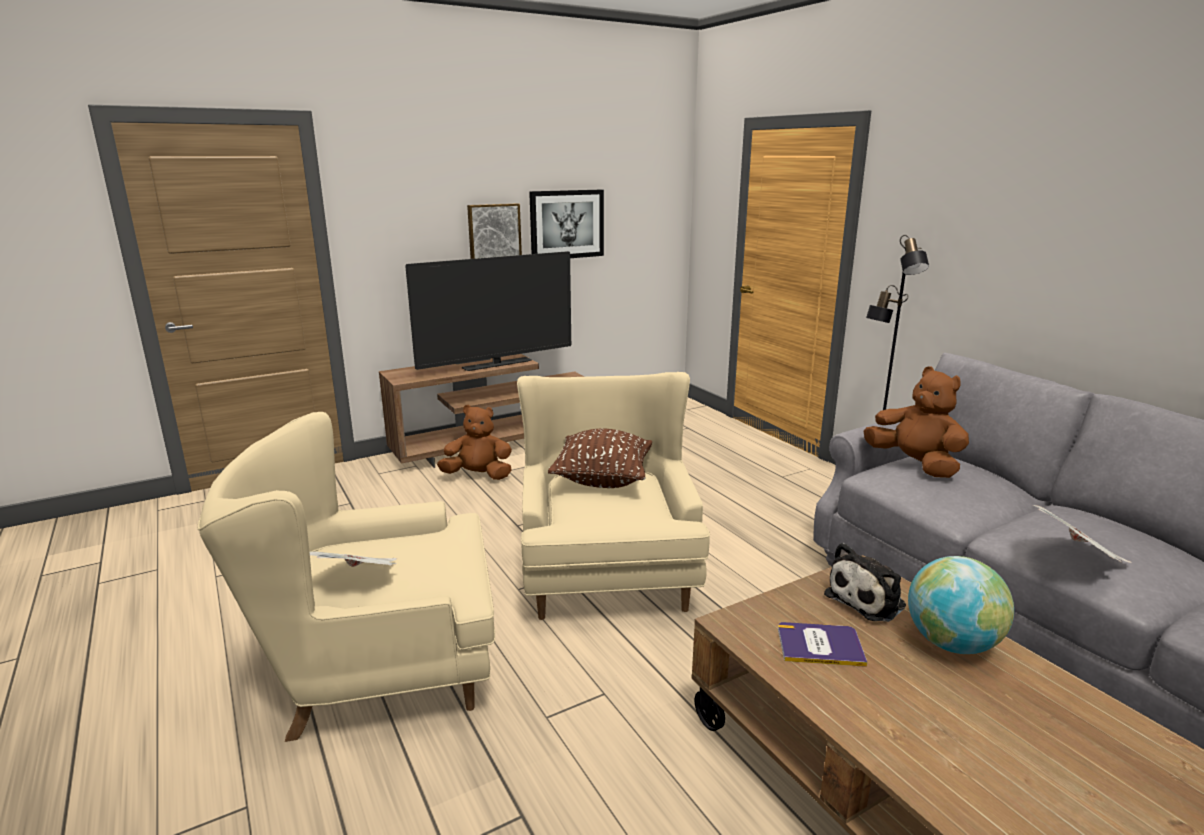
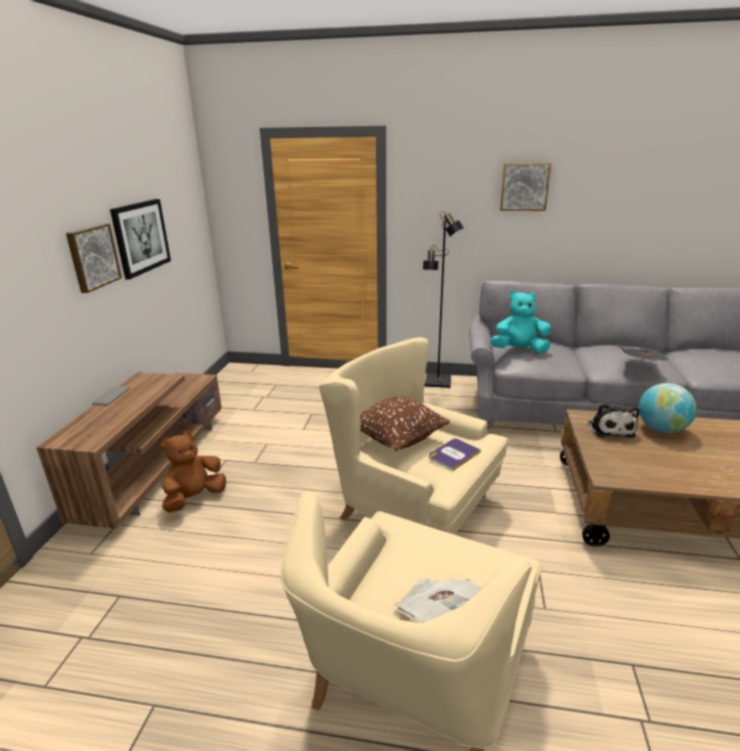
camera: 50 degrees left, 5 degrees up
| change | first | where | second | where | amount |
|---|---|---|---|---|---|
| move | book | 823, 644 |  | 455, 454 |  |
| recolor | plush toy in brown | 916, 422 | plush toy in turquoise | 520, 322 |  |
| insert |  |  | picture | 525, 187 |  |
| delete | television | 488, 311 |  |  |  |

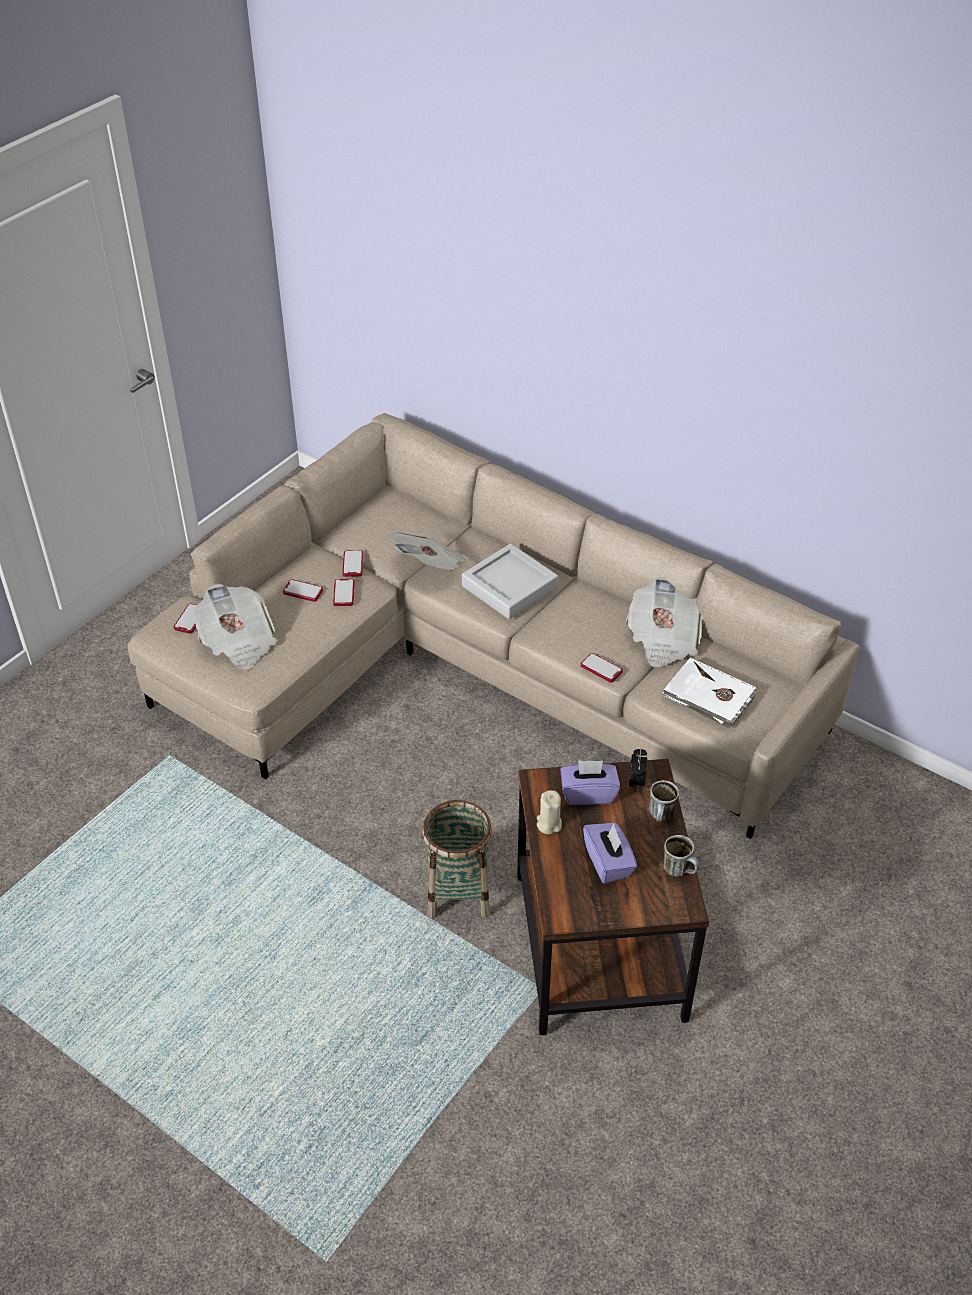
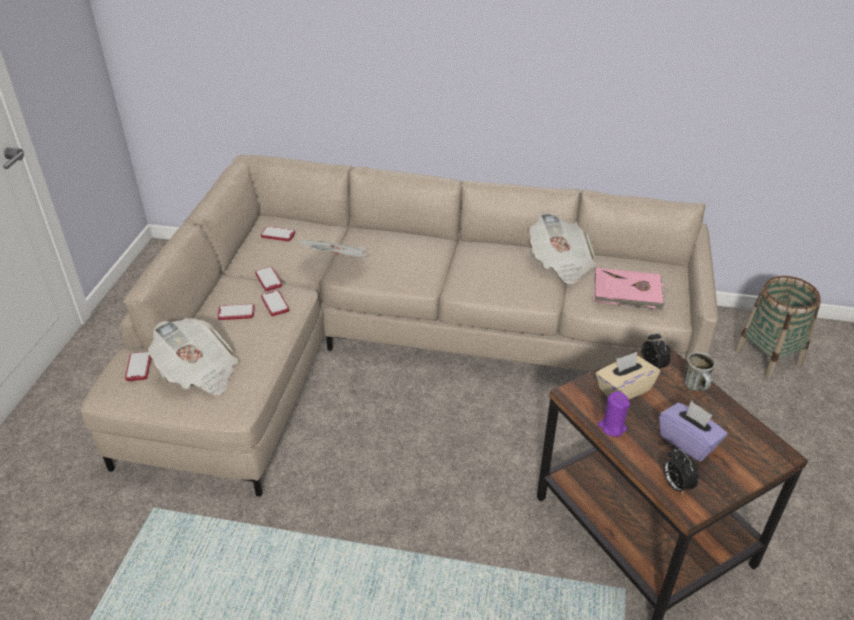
camera: 25 degrees left, 5 degrees down
| change | first | where | second | where | amount |
|---|---|---|---|---|---|
| move | phone | 602, 668 |  | 278, 234 |  |
| recolor | book in white | 709, 693 | book in pink | 629, 289 |  |
| recolor | tissue box in purple | 590, 782 | tissue box in beige | 627, 376 |  |
| recolor | candle in beige | 549, 812 | candle in purple | 614, 414 |  |
| insert |  |  | alarm clock | 681, 472 |  |
| move | basket | 457, 859 |  | 778, 327 |  |
| delete | tray in grey | 510, 581 |  |  |  |
| delete | mug | 681, 856 |  |  |  |

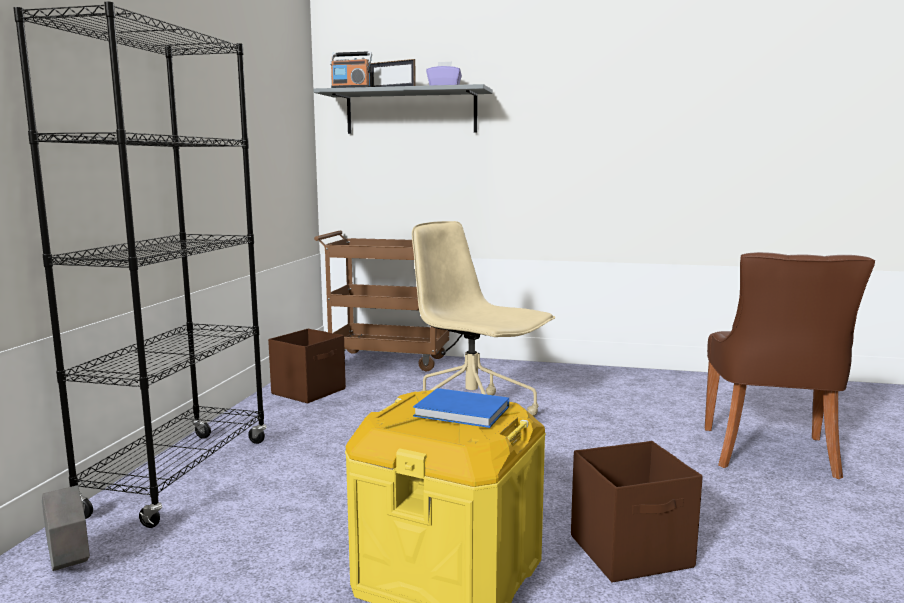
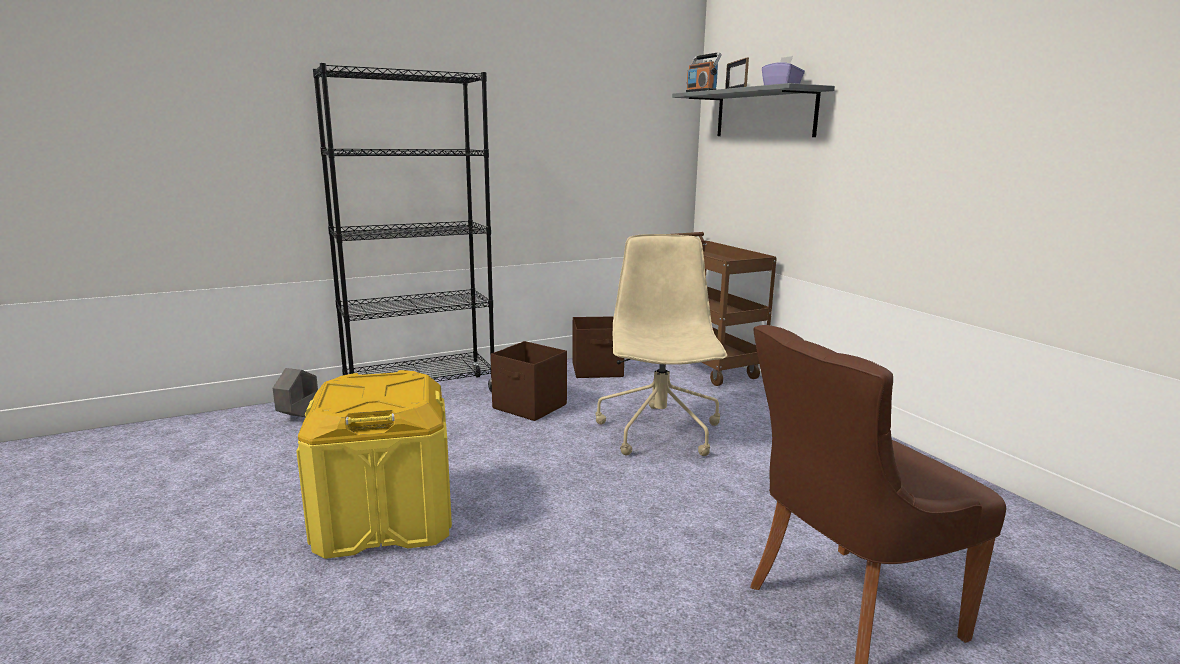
camera: 50 degrees right, 5 degrees up
| change | first | where | second | where | amount |
|---|---|---|---|---|---|
| move | storage box in brown | 637, 512 |  | 529, 381 |  |
| delete | book in blue | 461, 408 |  |  |  |

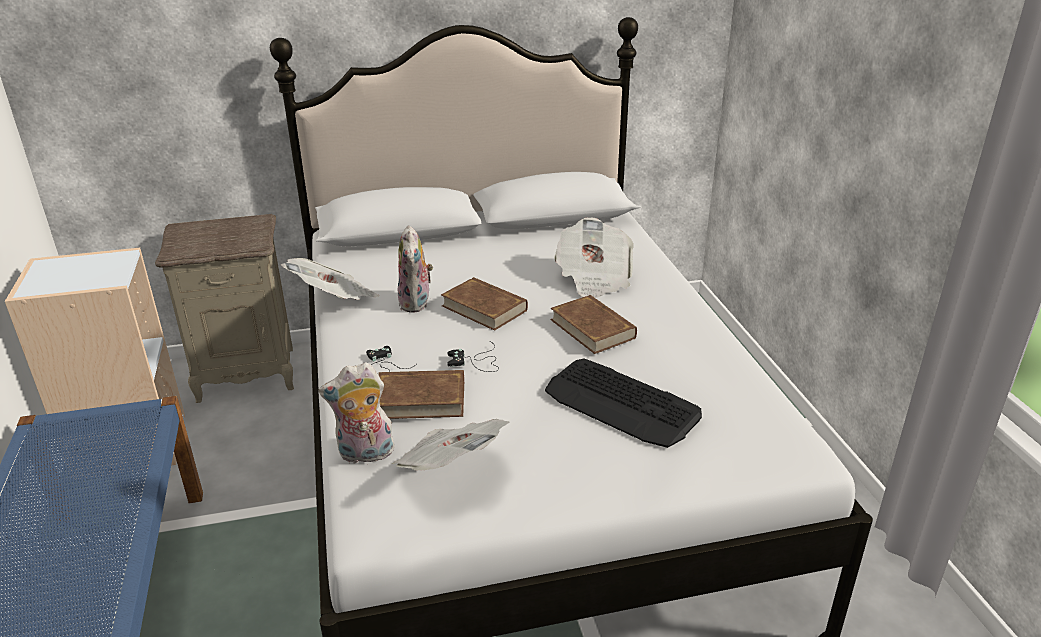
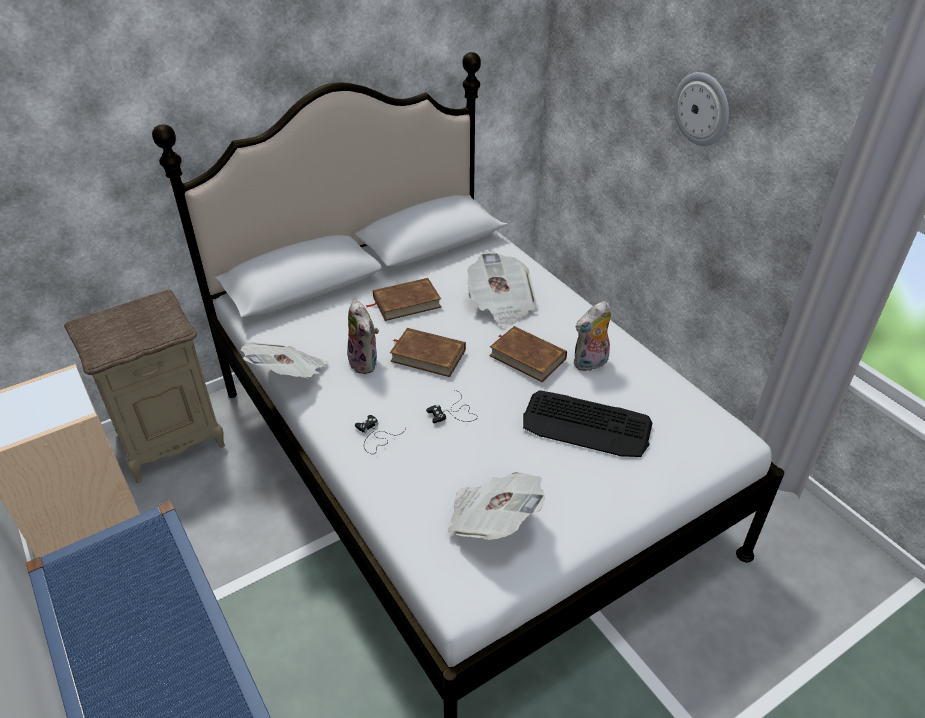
camera: 20 degrees left, 10 degrees up
| change | first | where | second | where | amount |
|---|---|---|---|---|---|
| move | book in brown | 421, 394 |  | 403, 299 |  |
| move | plush toy | 357, 413 |  | 592, 336 |  |
| insert |  |  | wall clock | 701, 109 |  |

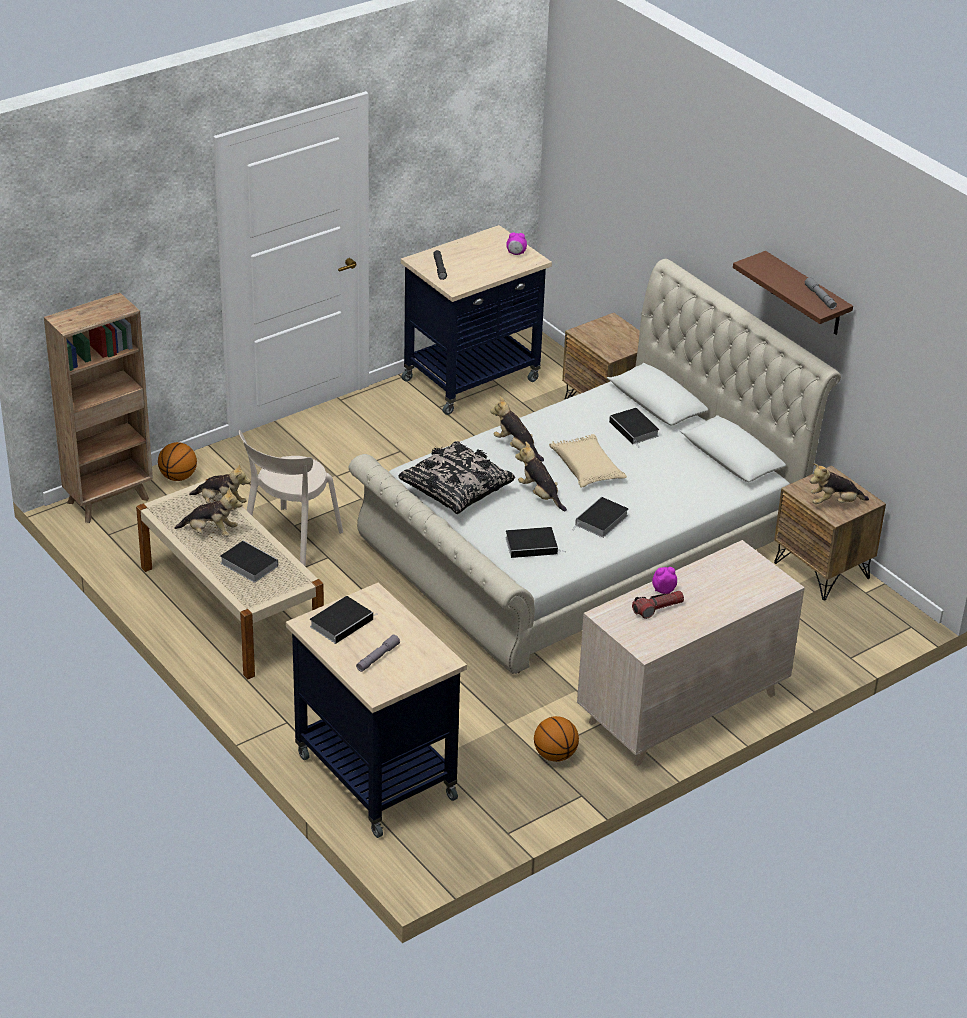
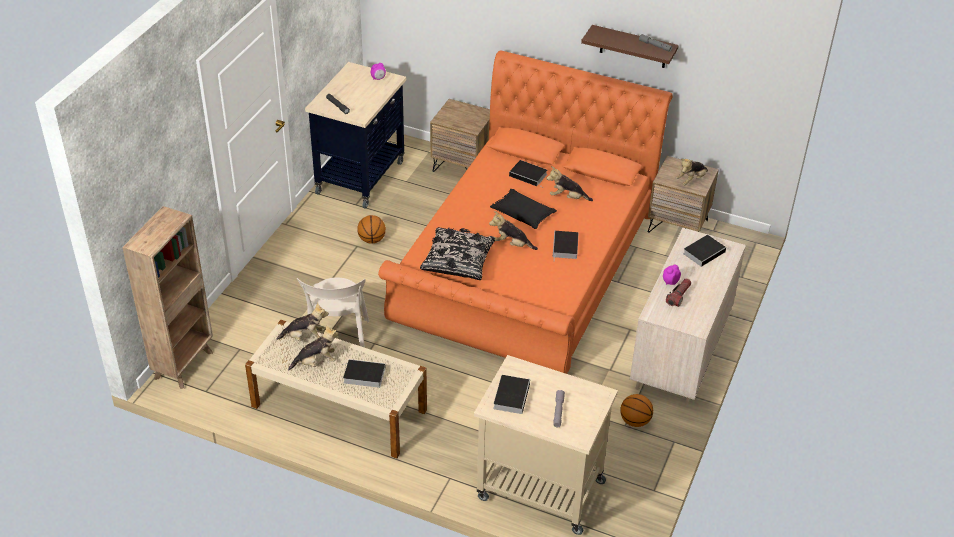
camera: 30 degrees left, 5 degrees up
| change | first | where | second | where | amount |
|---|---|---|---|---|---|
| move | basketball | 177, 461 |  | 371, 229 |  |
| recolor | bed in beige | 594, 466 | bed in orange | 525, 212 |  |
| recolor | cart in blue | 376, 710 | cart in beige | 546, 445 |  |
| recolor | pillow in beige | 588, 461 | pillow in black | 523, 208 |  |
| move | plush toy | 517, 429 |  | 570, 183 |  |
| move | book | 534, 542 |  | 706, 251 |  |

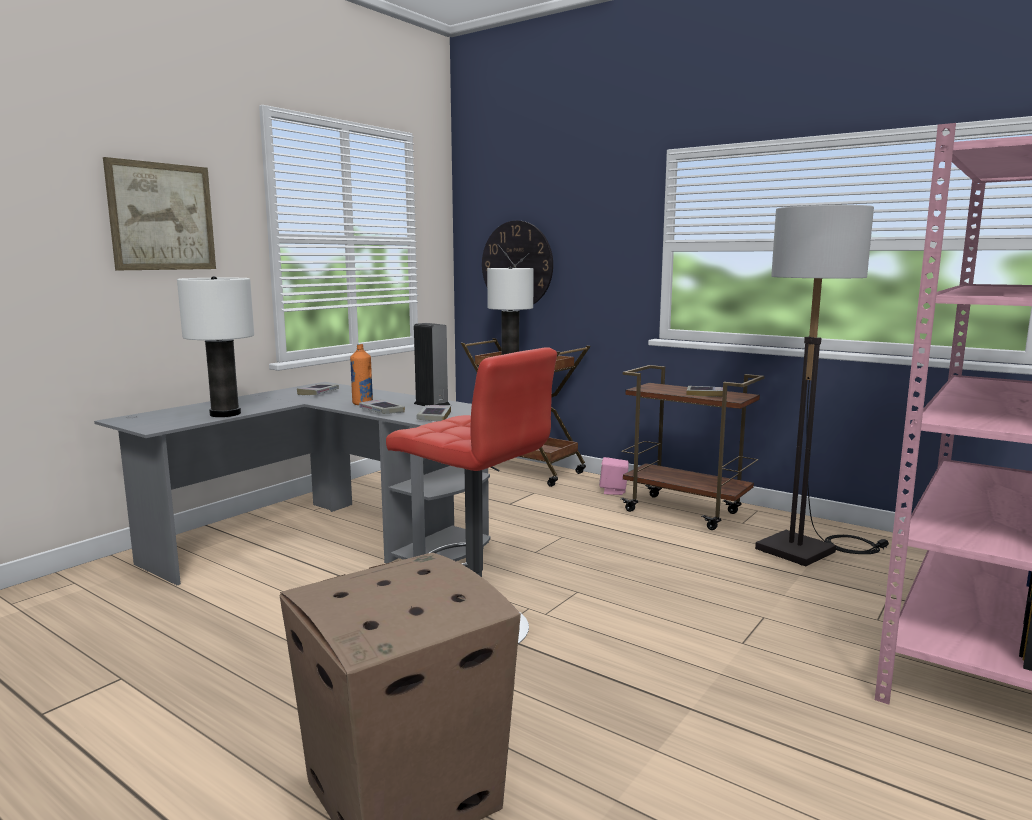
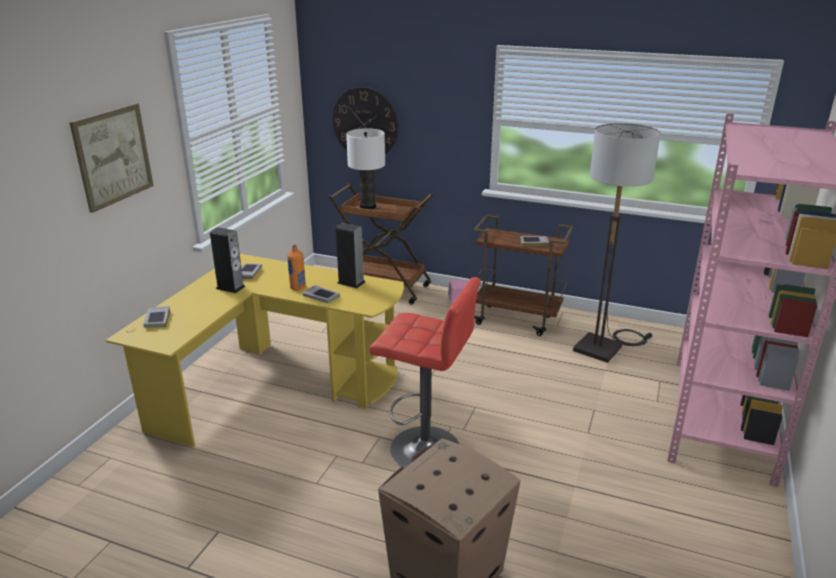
camera: 15 degrees left, 15 degrees up
| change | first | where | second | where | amount |
|---|---|---|---|---|---|
| recolor | desk in grey | 292, 483 | desk in yellow | 254, 350 |  |
| move | book | 433, 413 |  | 156, 317 |  |
| insert |  |  | speaker | 228, 260 |  |
| delete | table lamp in white | 215, 346 |  |  |  |

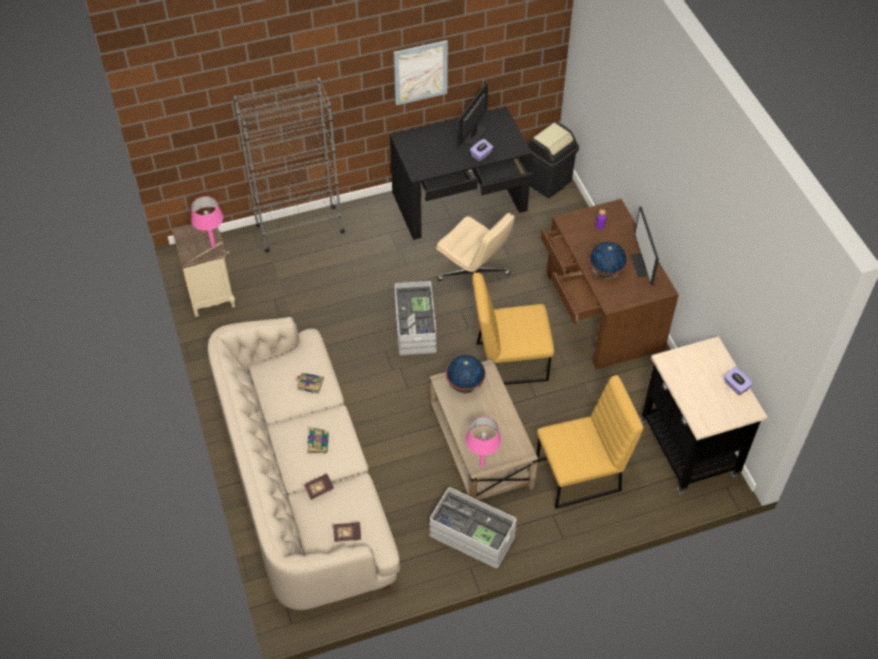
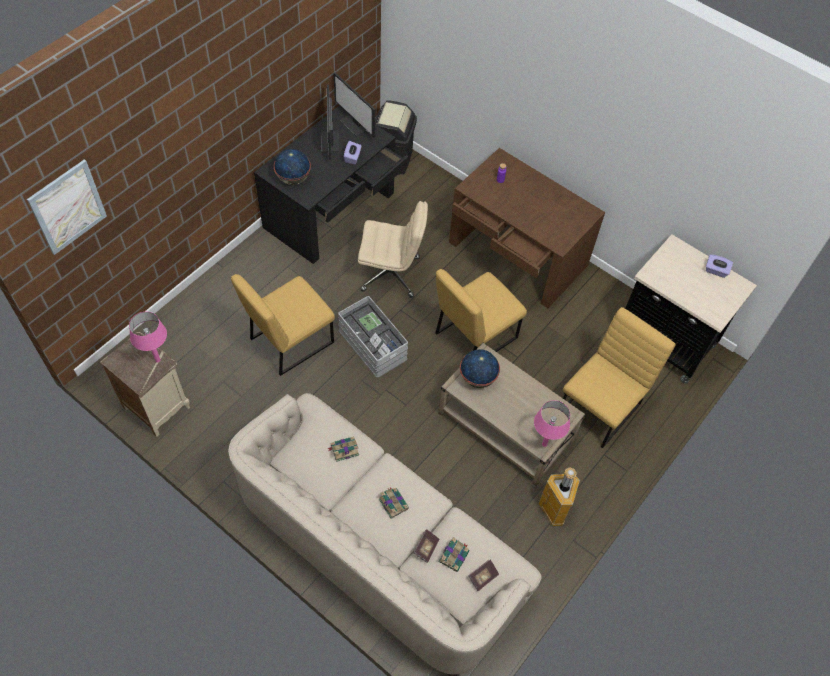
camera: 35 degrees left, 5 degrees up
| change | first | where | second | where | amount |
|---|---|---|---|---|---|
| move | picture | 421, 72 |  | 67, 207 |  |
| insert |  |  | chair in yellow | 283, 325 |  |
| move | globe | 608, 260 |  | 292, 167 |  |
| move | monitor | 644, 246 |  | 354, 105 |  |
| insert |  |  | book | 454, 554 |  |
| replace | storage box in grey | 473, 527 | trash can | 559, 496 |  |
| delete | bookcase in grey | 289, 164 |  |  |  |

